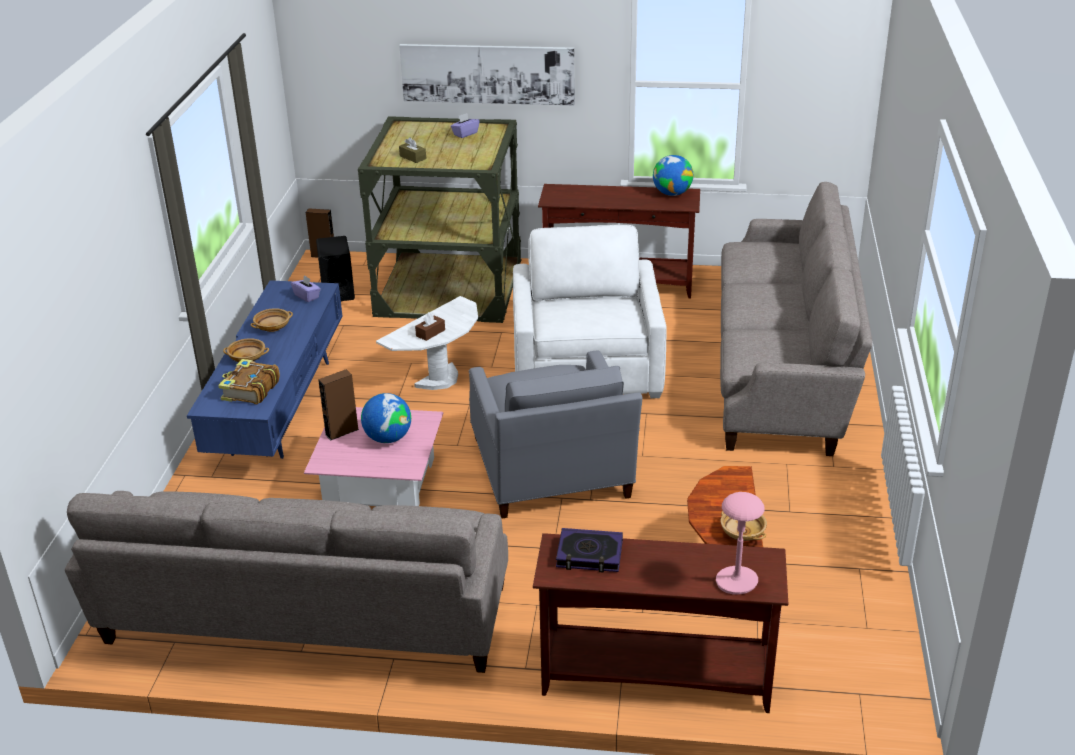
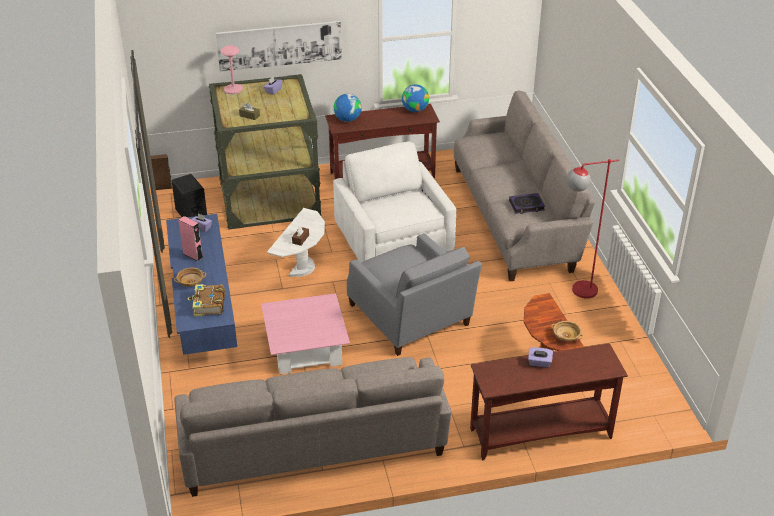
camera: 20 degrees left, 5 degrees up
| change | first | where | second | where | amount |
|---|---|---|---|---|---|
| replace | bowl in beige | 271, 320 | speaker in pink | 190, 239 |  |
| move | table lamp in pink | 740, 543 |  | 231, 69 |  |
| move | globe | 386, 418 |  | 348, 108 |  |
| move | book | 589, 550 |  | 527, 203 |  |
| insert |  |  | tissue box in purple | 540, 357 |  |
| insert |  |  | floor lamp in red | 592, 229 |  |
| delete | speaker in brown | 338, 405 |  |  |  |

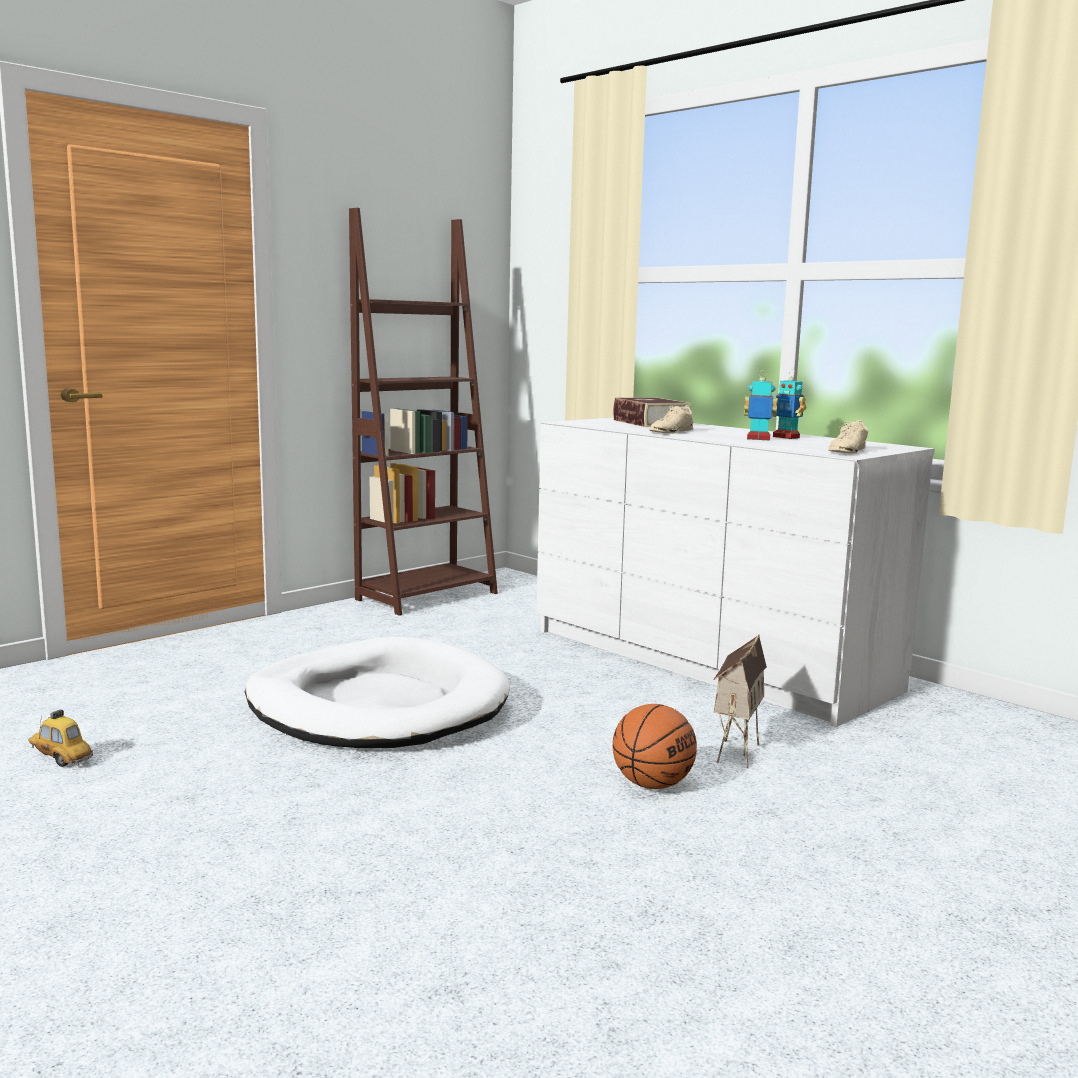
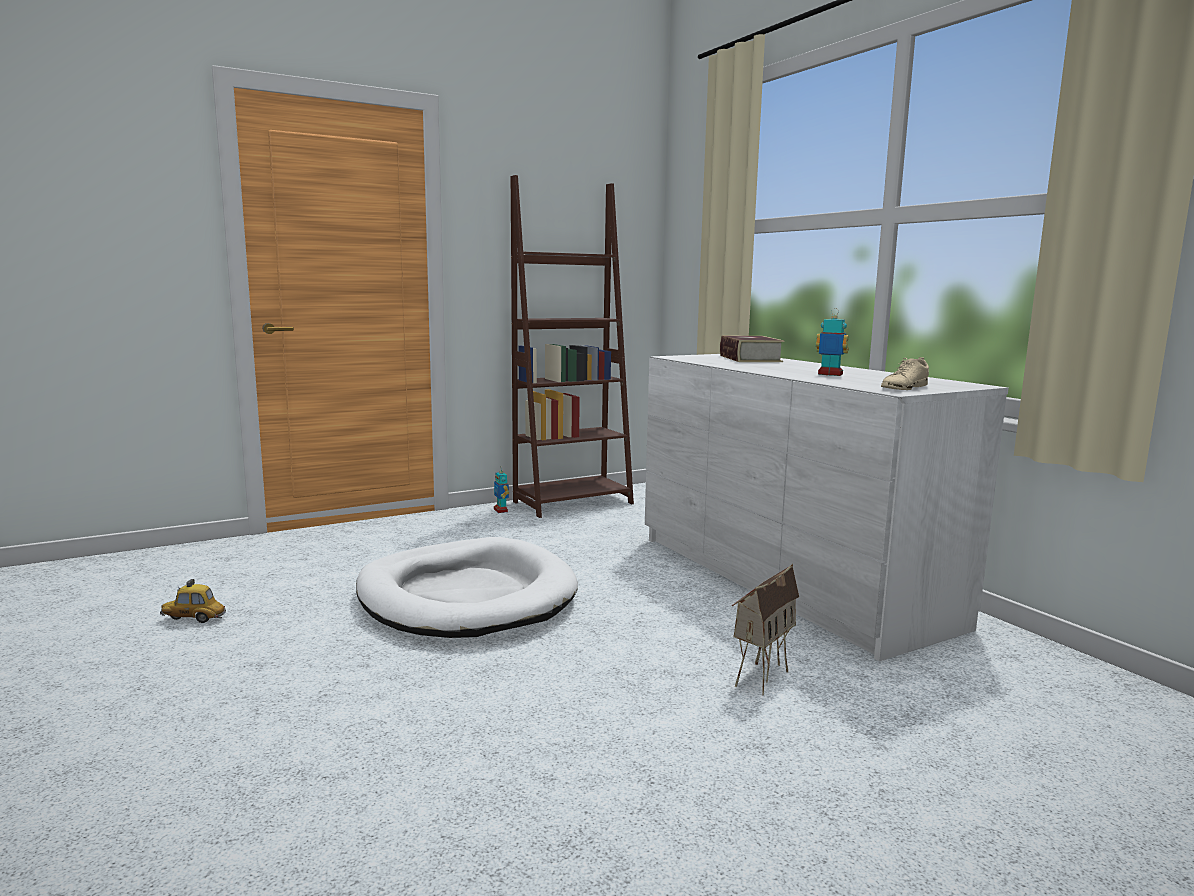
camera: 15 degrees right, 0 degrees up
| change | first | where | second | where | amount |
|---|---|---|---|---|---|
| rotate | toy car | 60, 738 |  | 193, 601 | 45 degrees counterclockwise |
| move | toy robot | 789, 404 |  | 501, 490 |  |
| delete | basketball | 655, 746 |  |  |  |
| delete | shoe in beige | 671, 419 |  |  |  |

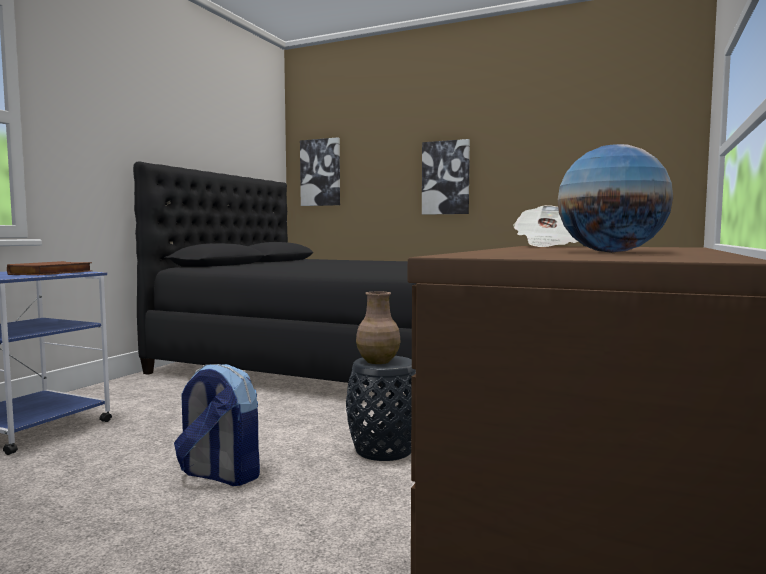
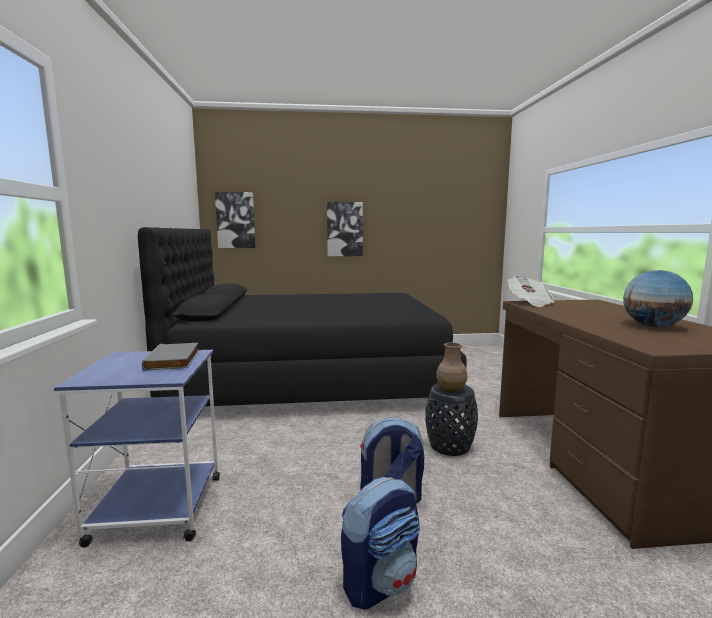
camera: 30 degrees left, 5 degrees up
| change | first | where | second | where | amount |
|---|---|---|---|---|---|
| recolor | book in brown | 50, 268 | book in grey | 170, 357 |  |
| insert |  |  | backpack | 380, 543 |  |

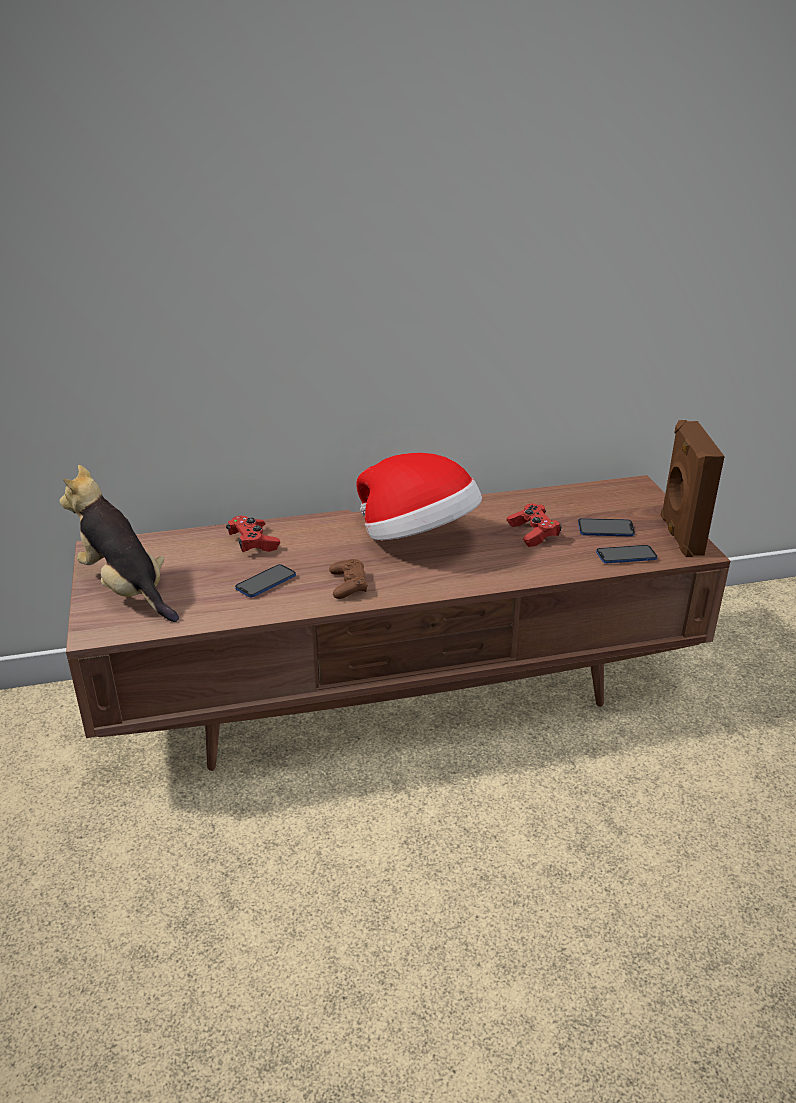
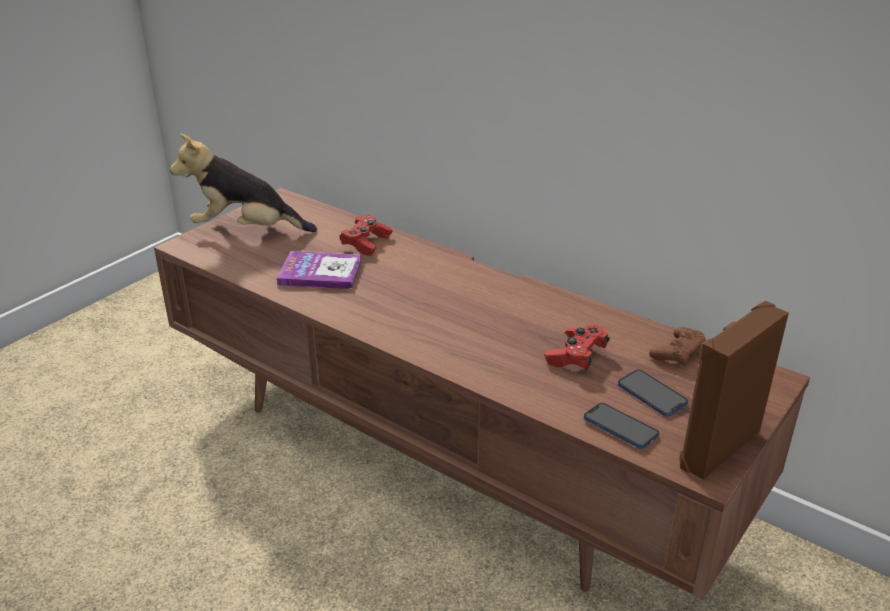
camera: 50 degrees right, 0 degrees up
| change | first | where | second | where | amount |
|---|---|---|---|---|---|
| rotate | plush toy | 119, 543 |  | 243, 182 | 90 degrees counterclockwise |
| replace | phone | 265, 580 | book | 319, 270 |  |
| move | game controller in brown | 348, 579 |  | 677, 347 |  |
| delete | hat | 419, 497 |  |  |  |

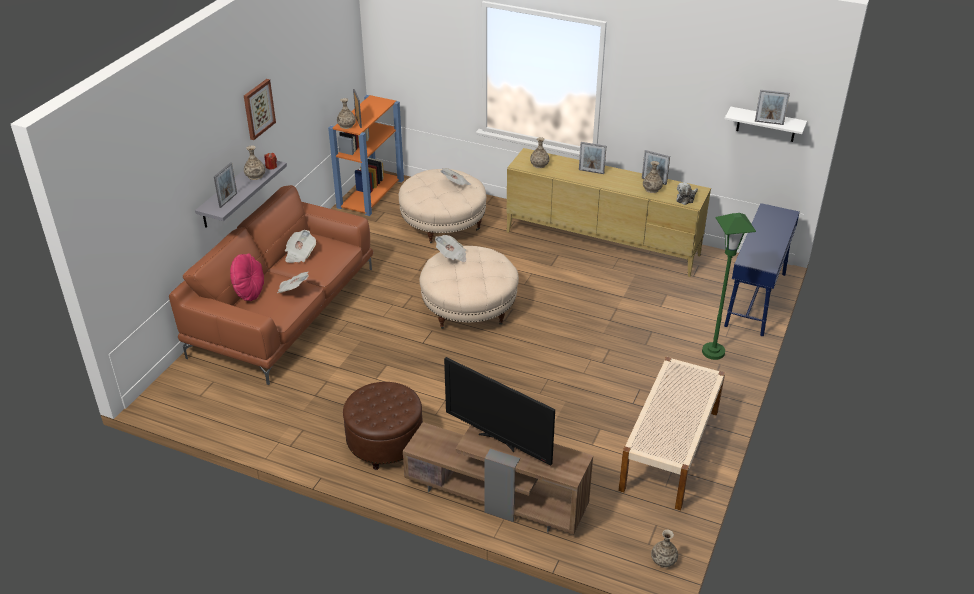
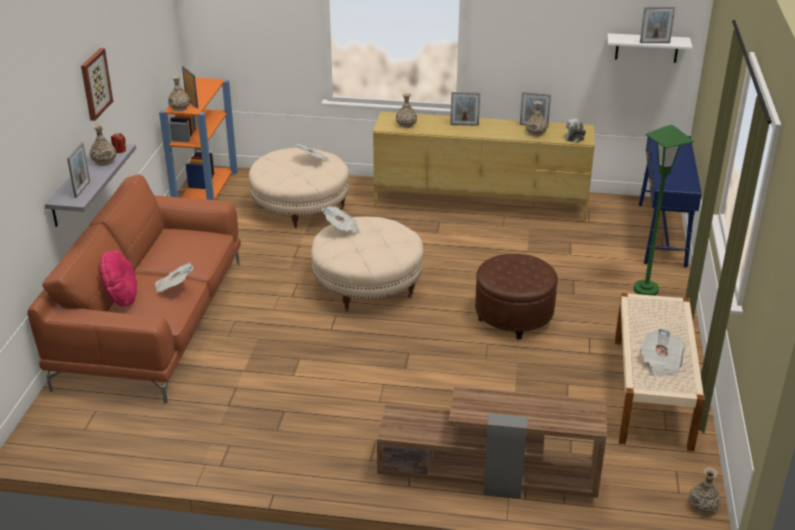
camera: 15 degrees left, 5 degrees down
| change | first | where | second | where | amount |
|---|---|---|---|---|---|
| move | ottoman in brown | 383, 426 |  | 516, 297 |  |
| move | newspaper | 300, 246 |  | 663, 352 |  |
| delete | television | 499, 411 |  |  |  |

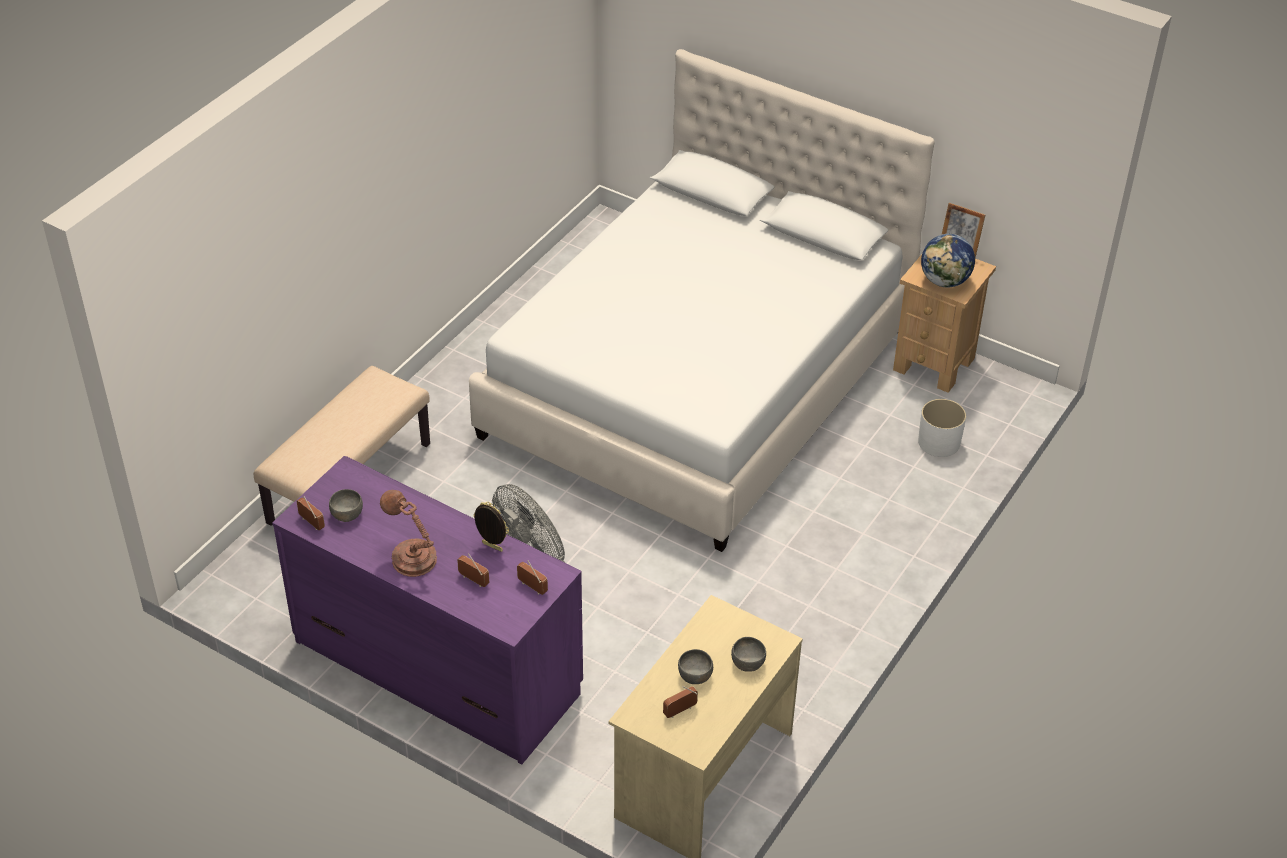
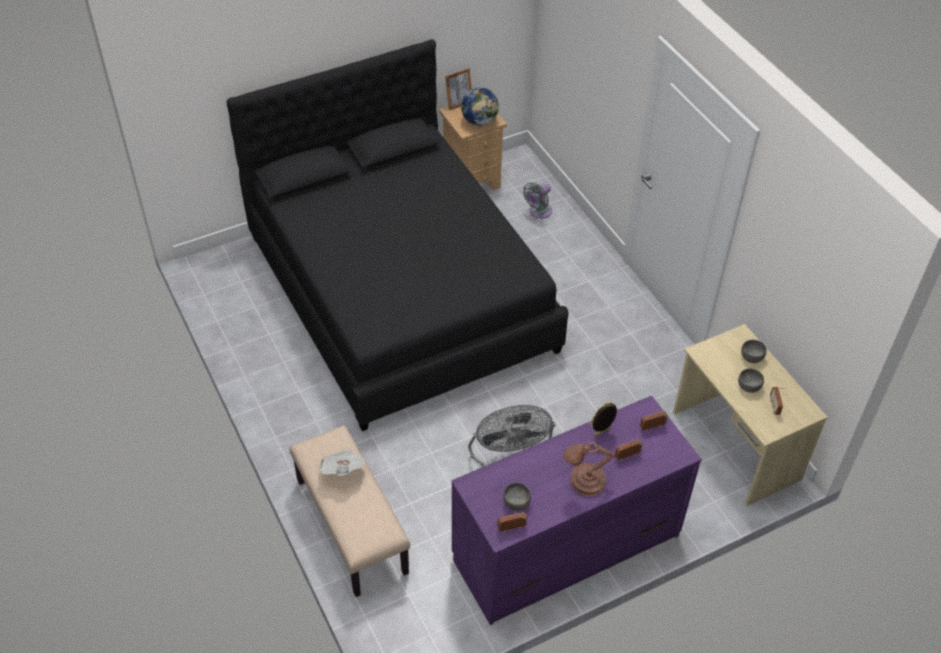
camera: 60 degrees left, 5 degrees up
| change | first | where | second | where | amount |
|---|---|---|---|---|---|
| recolor | bed in white | 702, 300 | bed in black | 398, 235 |  |
| insert |  |  | newspaper | 342, 462 |  |
| replace | planter in white | 942, 428 | fan in grey | 537, 200 |  |

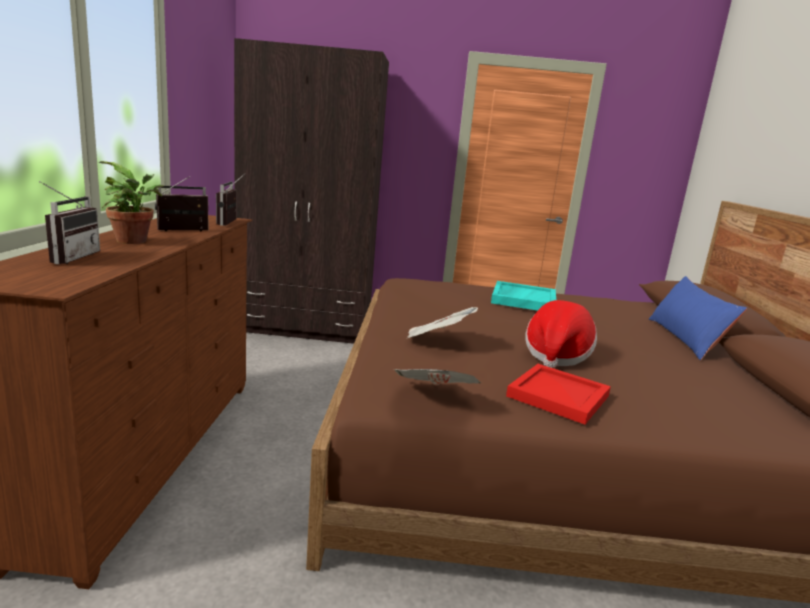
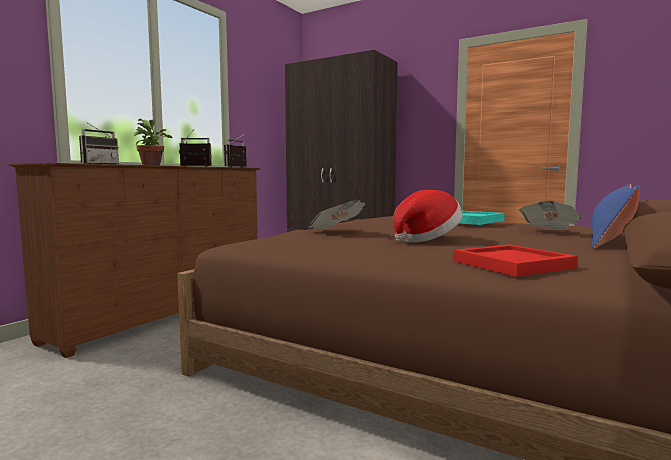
camera: 30 degrees right, 10 degrees down
| change | first | where | second | where | amount |
|---|---|---|---|---|---|
| move | tray in red | 558, 394 |  | 515, 260 |  |
| move | newspaper | 437, 377 |  | 550, 215 |  |

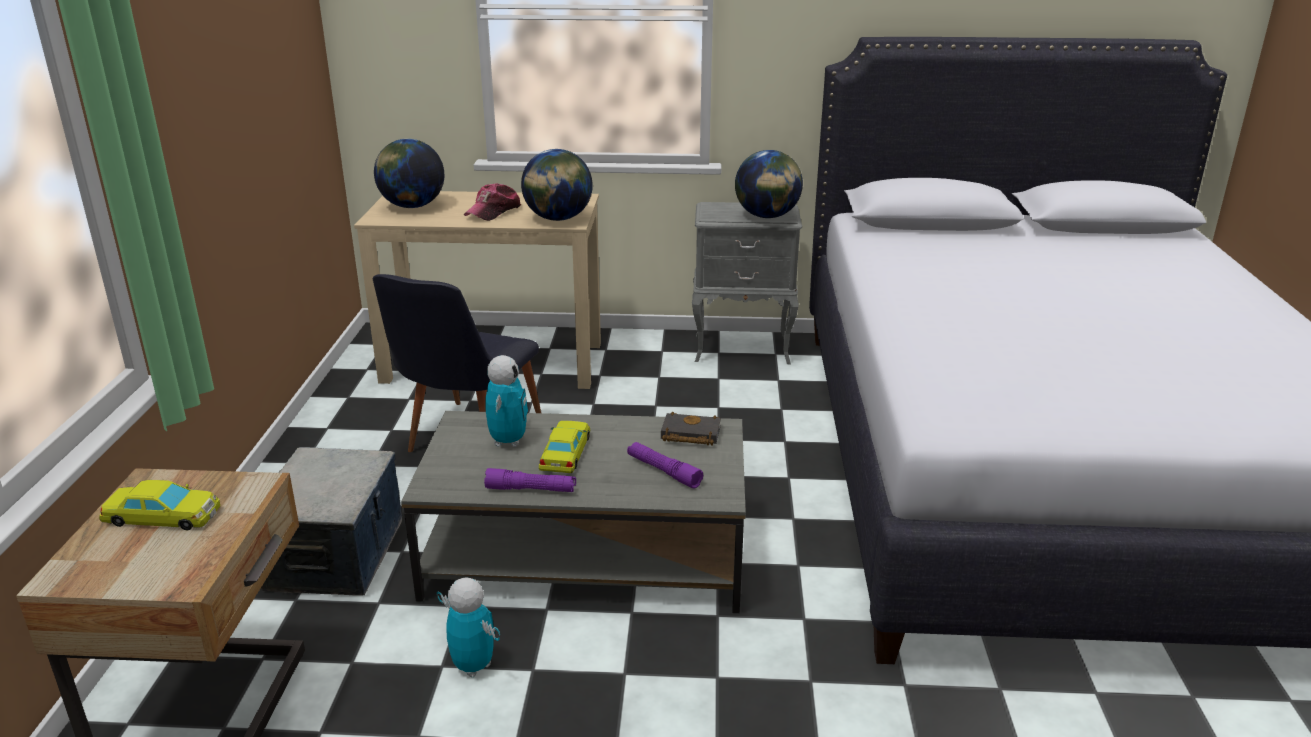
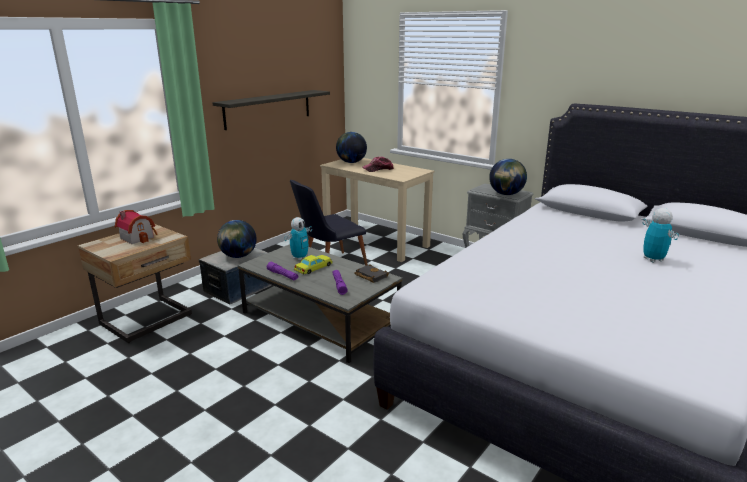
camera: 35 degrees right, 5 degrees down
| change | first | where | second | where | amount |
|---|---|---|---|---|---|
| replace | toy car in yellow | 160, 505 | toy house | 136, 227 |  |
| insert |  |  | shelf | 271, 110 |  |
| move | globe | 557, 185 |  | 237, 239 |  |
| move | toy robot | 468, 627 |  | 661, 235 |  |

